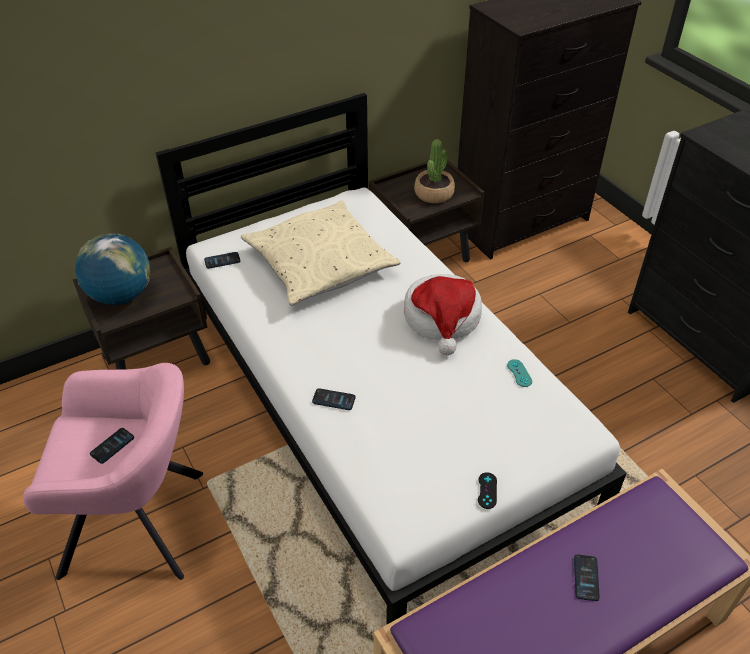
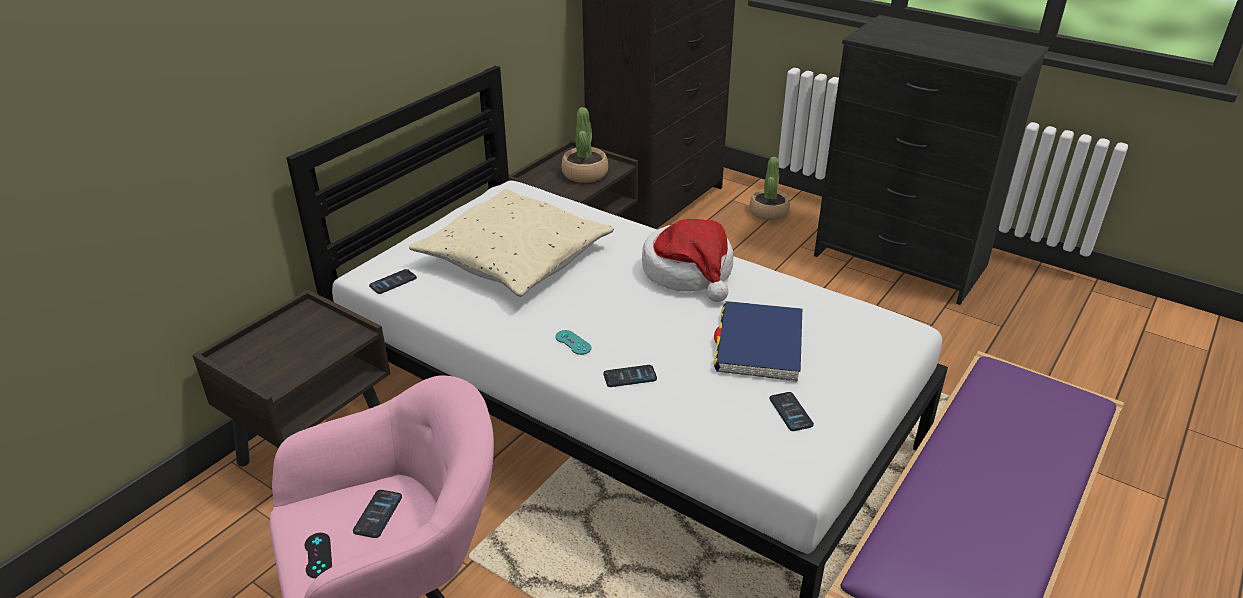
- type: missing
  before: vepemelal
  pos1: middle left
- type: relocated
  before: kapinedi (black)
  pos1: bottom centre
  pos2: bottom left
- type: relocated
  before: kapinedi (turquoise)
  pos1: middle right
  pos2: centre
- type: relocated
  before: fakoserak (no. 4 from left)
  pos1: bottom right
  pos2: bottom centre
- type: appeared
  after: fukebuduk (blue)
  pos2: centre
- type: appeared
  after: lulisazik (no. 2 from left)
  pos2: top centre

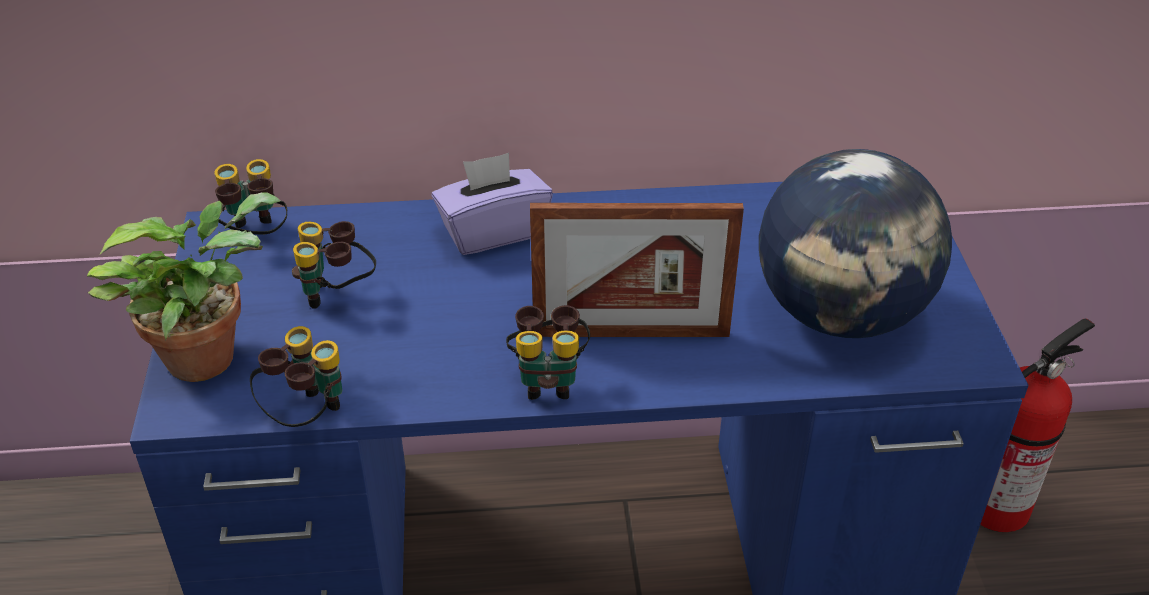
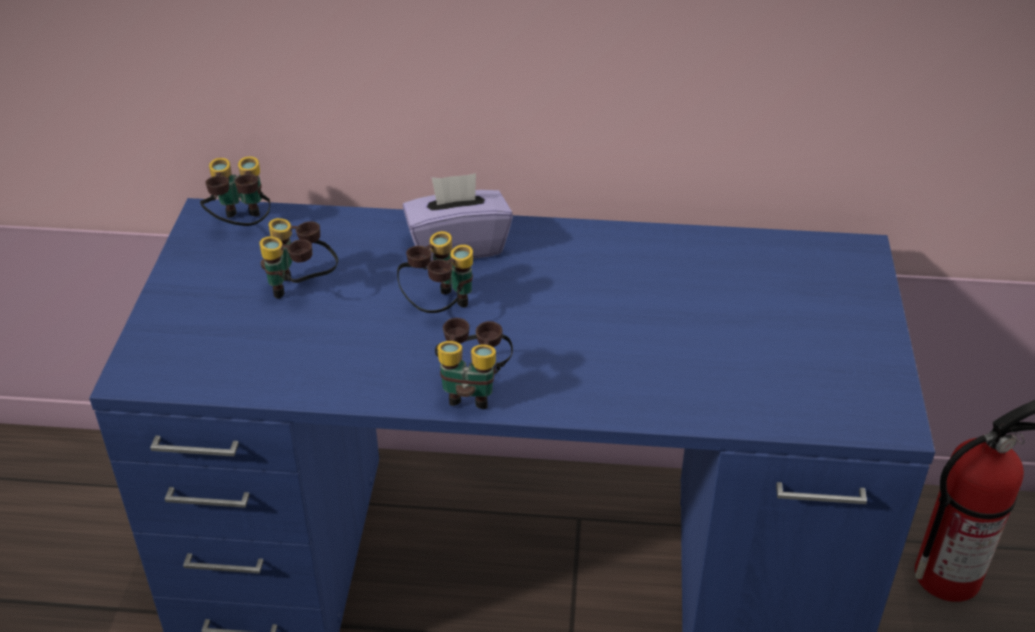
- type: missing
  before: lulisazik
  pos1: middle left
- type: relocated
  before: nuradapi (no. 2 from left in the first image)
  after: nuradapi (no. 3 from left)
  pos1: middle left
  pos2: centre
- type: missing
  before: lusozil
  pos1: centre
- type: missing
  before: vepemelal
  pos1: middle right

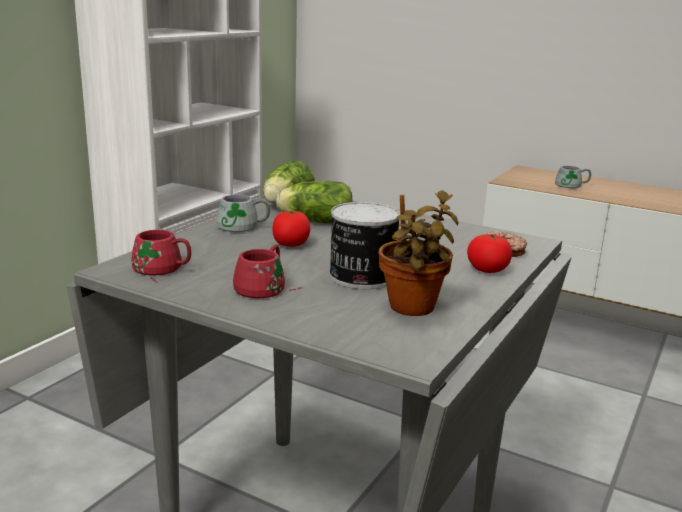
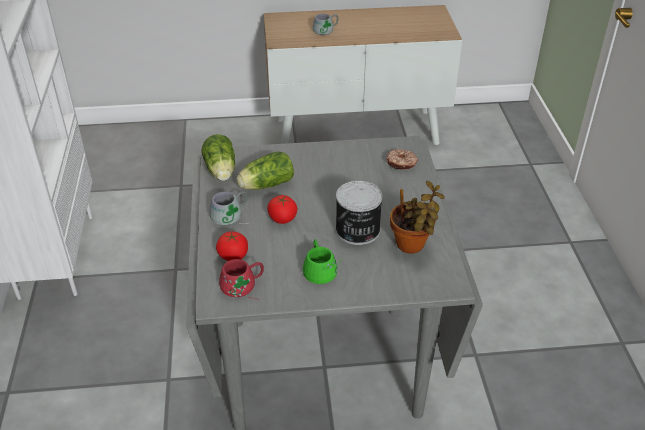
- type: colour
  before: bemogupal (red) (no. 2 from left)
  after: bemogupal (green)
  pos1: centre
  pos2: centre
- type: relocated
  before: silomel (no. 2 from left in the first image)
  after: silomel (no. 1 from left)
  pos1: middle right
  pos2: centre

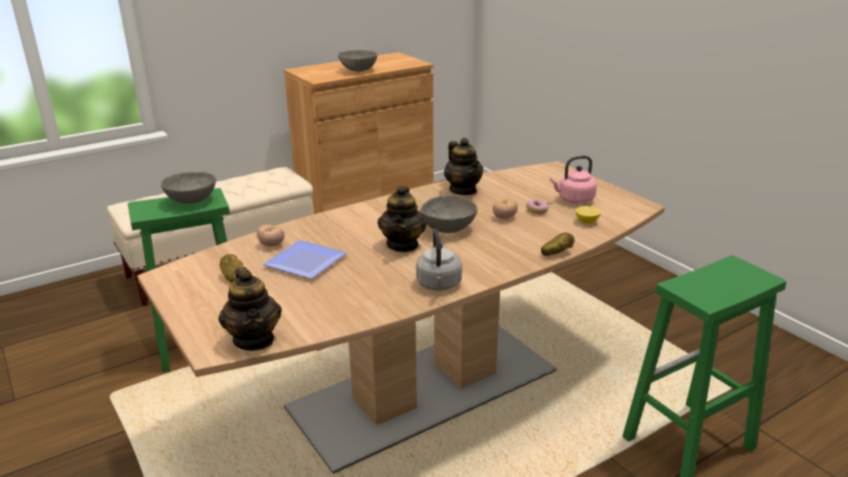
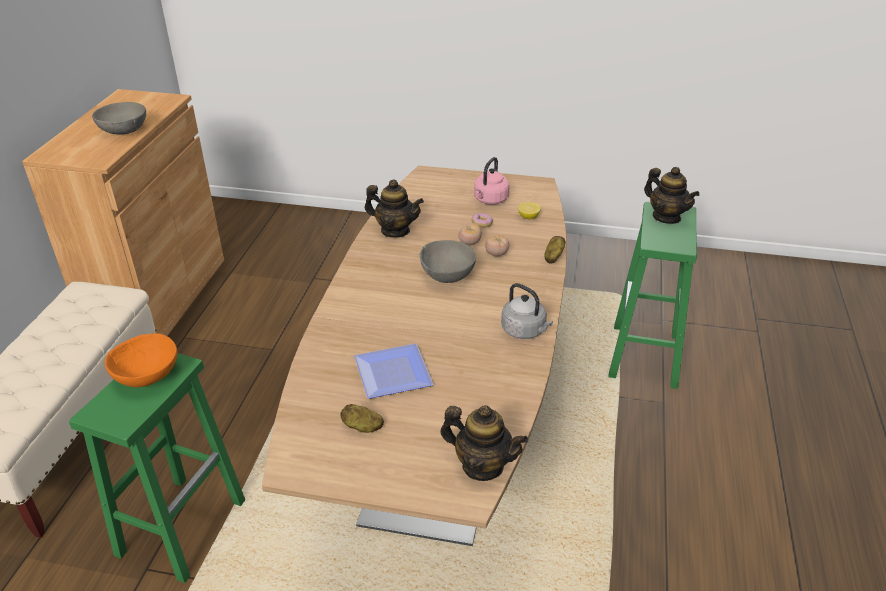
- type: colour
  before: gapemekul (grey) (no. 1 from left)
  after: gapemekul (orange)
  pos1: middle left
  pos2: middle left
- type: relocated
  before: silomel (no. 1 from left in the first image)
  after: silomel (no. 2 from left)
  pos1: middle left
  pos2: centre
- type: relocated
  before: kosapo (no. 2 from left in the first image)
  after: kosapo (no. 3 from left)
  pos1: centre
  pos2: top right

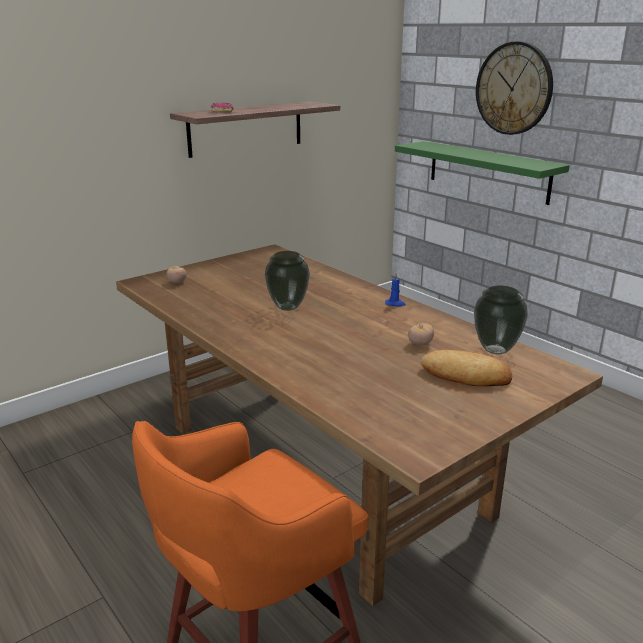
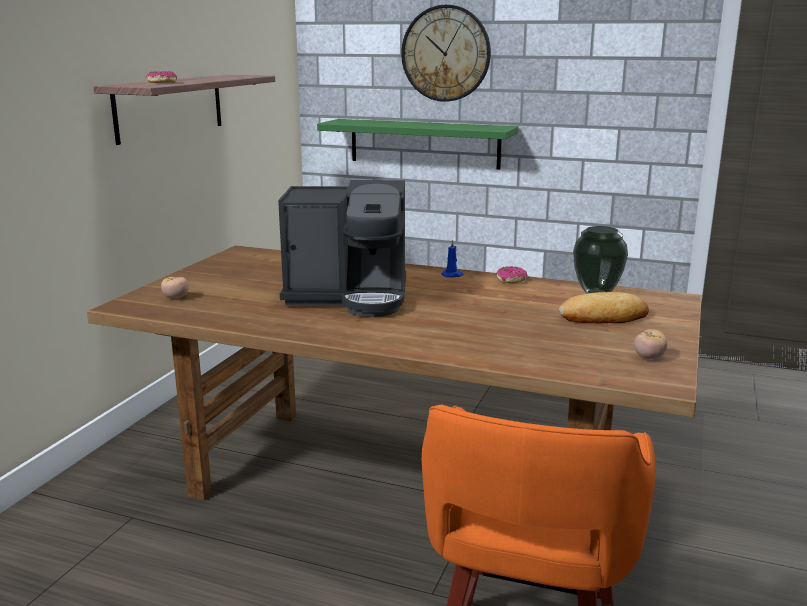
- type: exchanged
  before: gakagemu (no. 1 from left)
  after: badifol
  pos1: centre
  pos2: centre
- type: relocated
  before: silomel (no. 2 from left)
  pos1: centre
  pos2: middle right
- type: appeared
  after: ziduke (no. 2 from left)
  pos2: centre

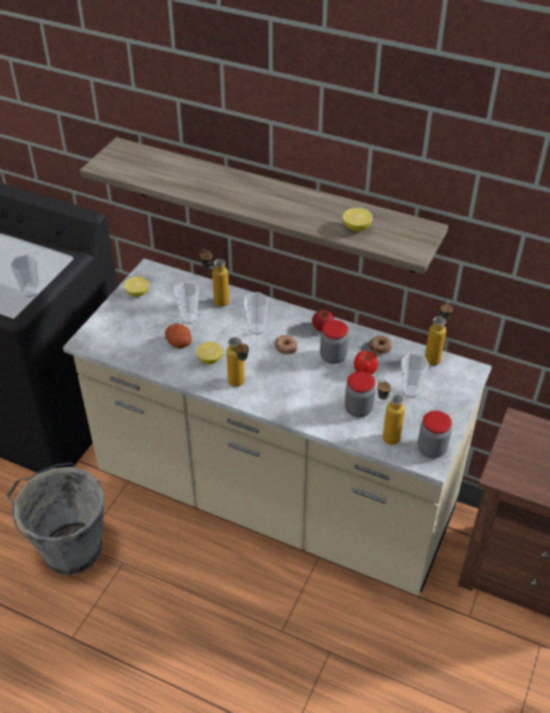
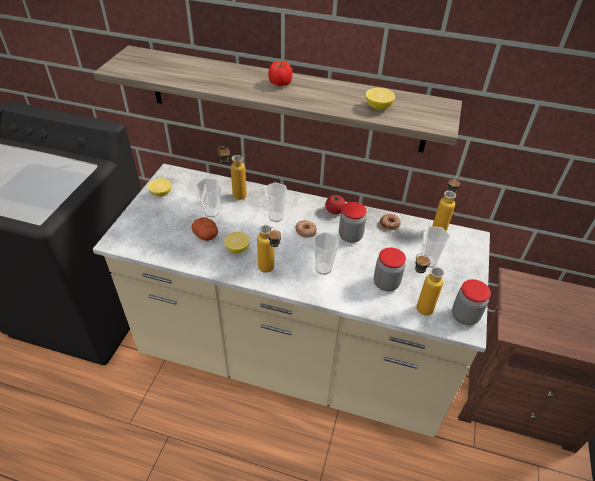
- type: missing
  before: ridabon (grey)
  pos1: bottom left
- type: relocated
  before: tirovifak (no. 1 from left in the first image)
  after: tirovifak (no. 3 from left)
  pos1: middle left
  pos2: centre
- type: relocated
  before: silomel (no. 2 from left in the first image)
  after: silomel (no. 1 from left)
  pos1: centre
  pos2: top centre

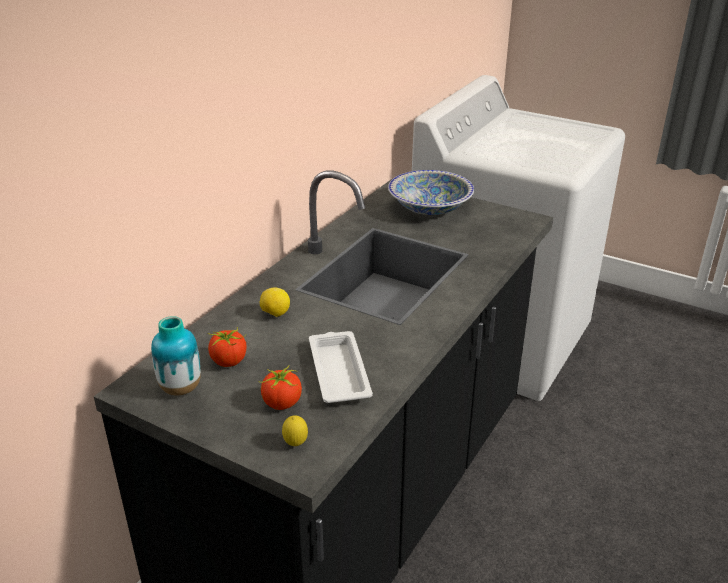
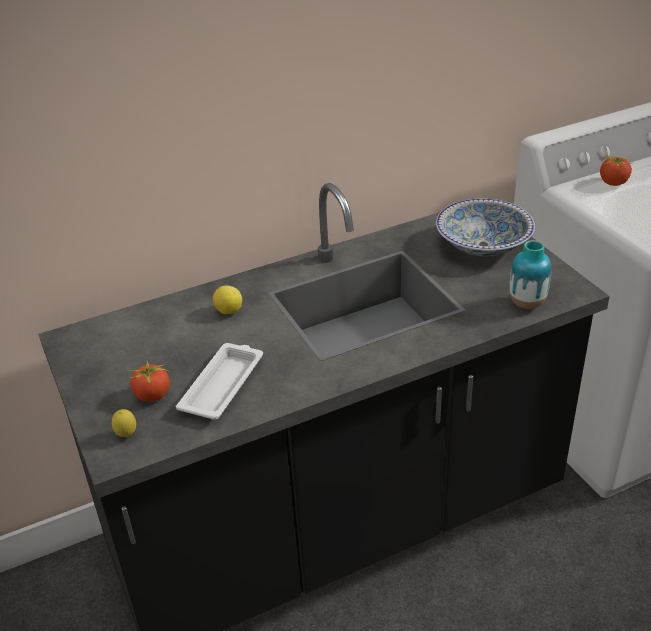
- type: relocated
  before: gakagemu
  pos1: middle left
  pos2: middle right
- type: relocated
  before: silomel (no. 1 from left in the first image)
  after: silomel (no. 2 from left)
  pos1: middle left
  pos2: top right

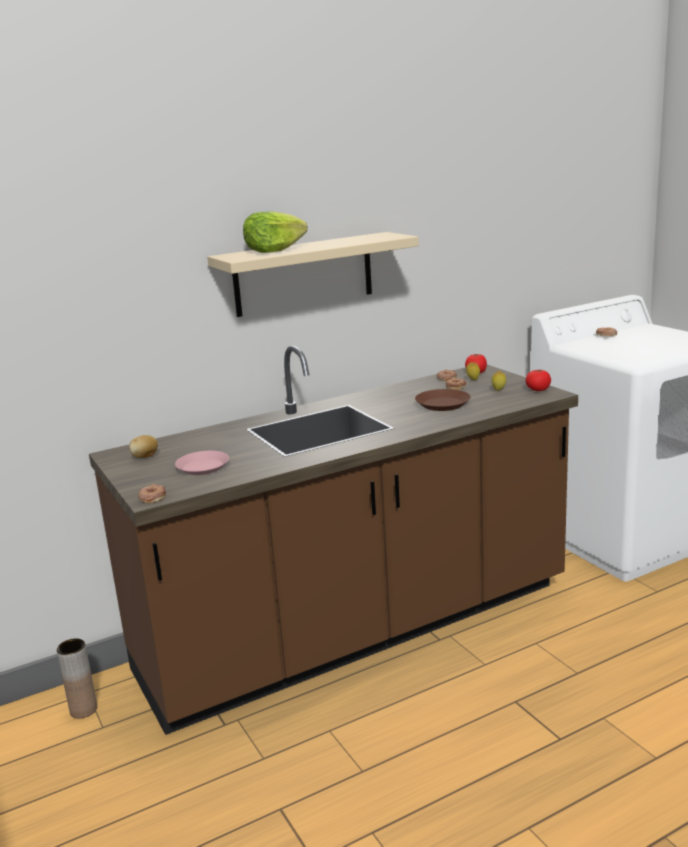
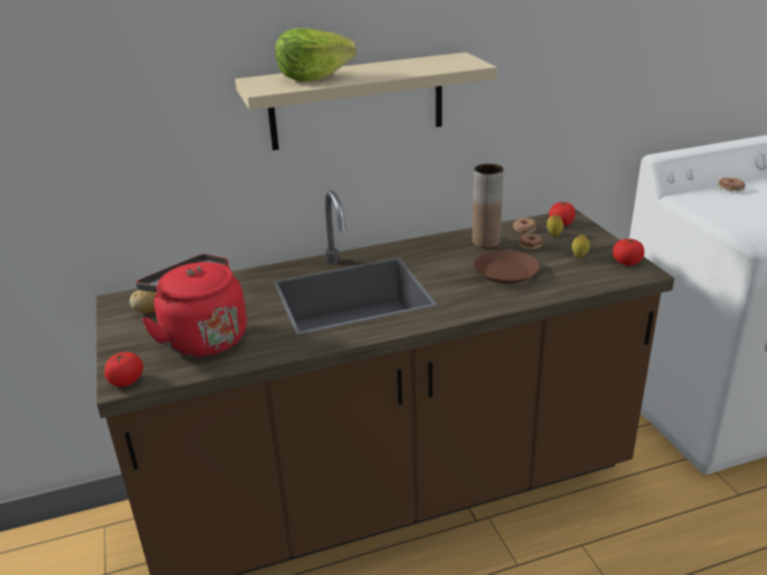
- type: relocated
  before: gakagemu (brown)
  pos1: bottom left
  pos2: centre
- type: exchanged
  before: ziduke (no. 1 from left)
  after: silomel (no. 1 from left)
  pos1: middle left
  pos2: middle left
- type: exchanged
  before: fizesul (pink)
  after: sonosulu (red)
  pos1: middle left
  pos2: middle left

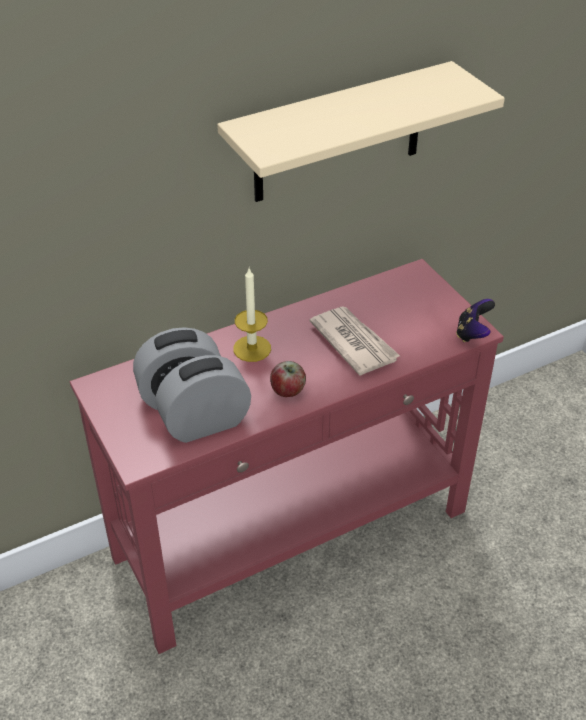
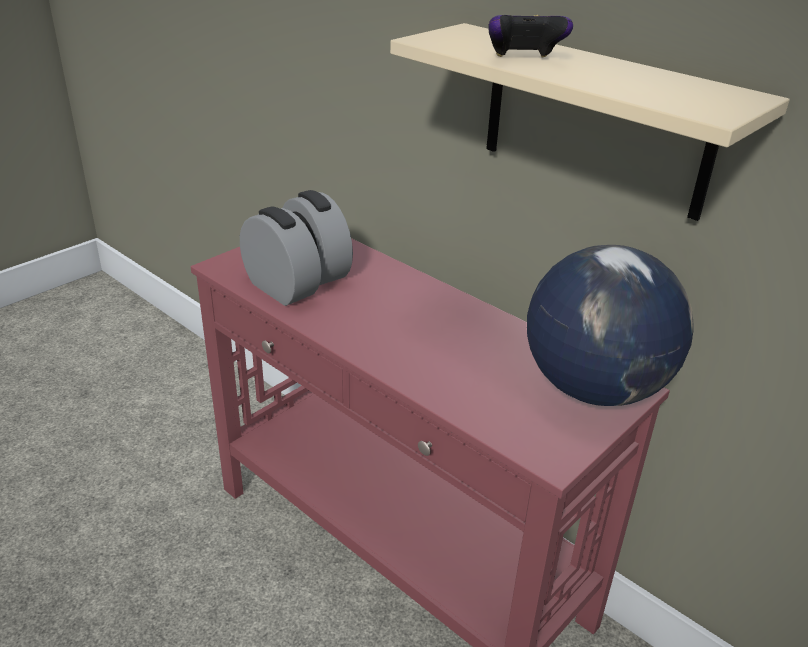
- type: missing
  before: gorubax
  pos1: centre
- type: missing
  before: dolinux
  pos1: centre
- type: missing
  before: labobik
  pos1: centre
- type: relocated
  before: kapinedi
  pos1: middle right
  pos2: top centre
- type: appeared
  after: vepemelal
  pos2: middle right

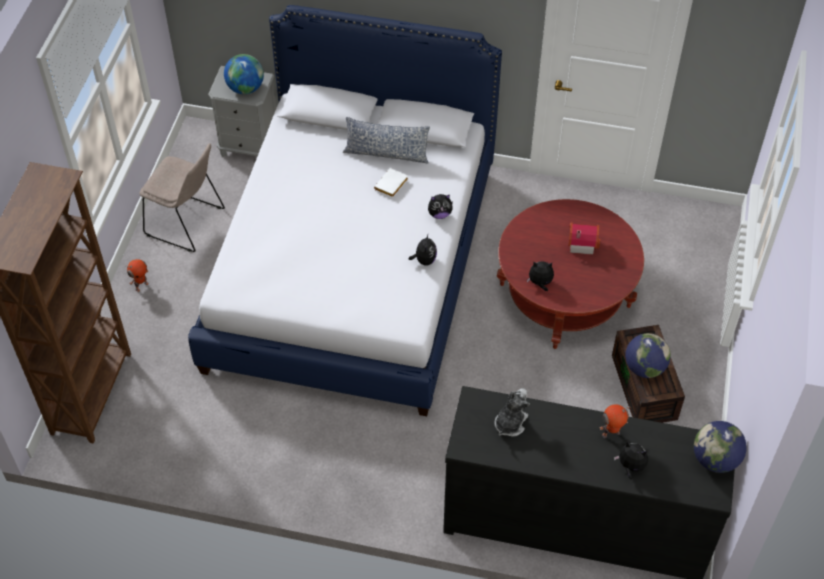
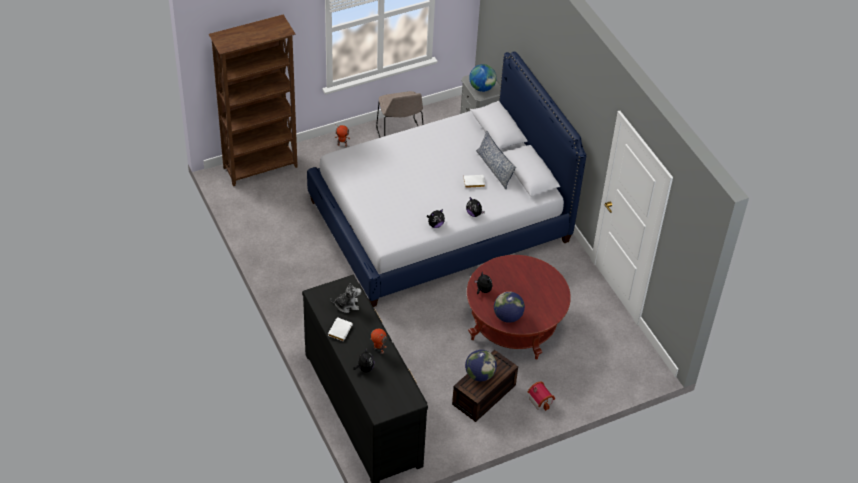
- type: relocated
  before: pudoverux
  pos1: middle right
  pos2: bottom centre
- type: relocated
  before: vepemelal (no. 3 from left)
  pos1: bottom right
  pos2: centre
- type: appeared
  after: fukebuduk (white) (no. 1 from left)
  pos2: bottom centre

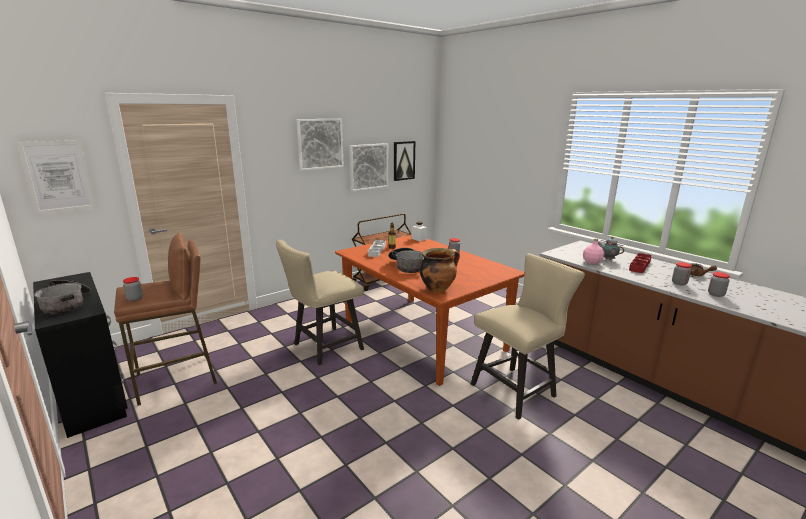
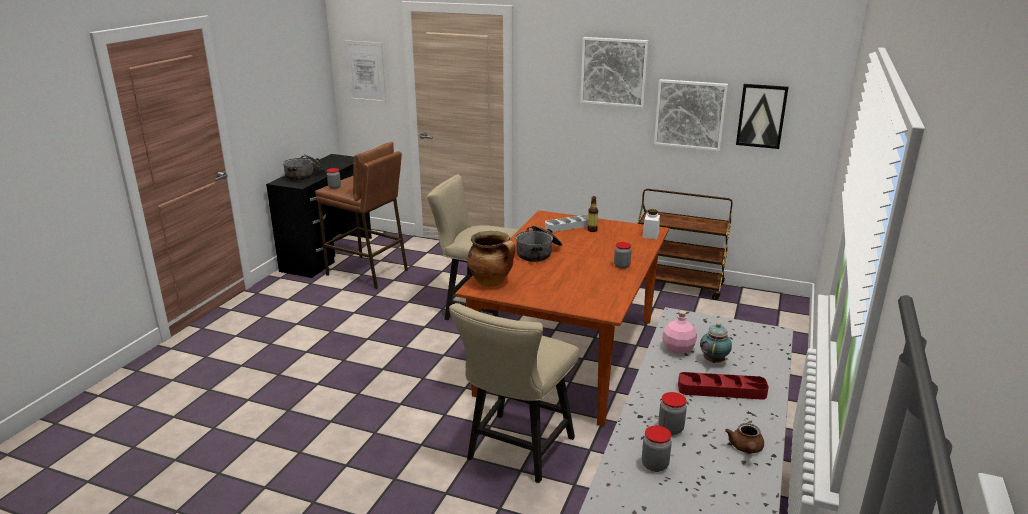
- type: spun
  before: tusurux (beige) (no. 2 from left)
  pos1: centre
  pos2: bottom centre
  turn: 90

